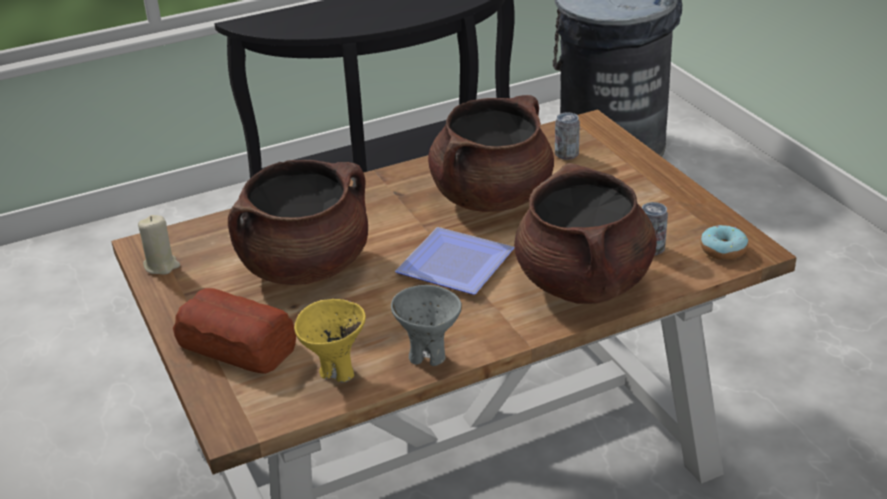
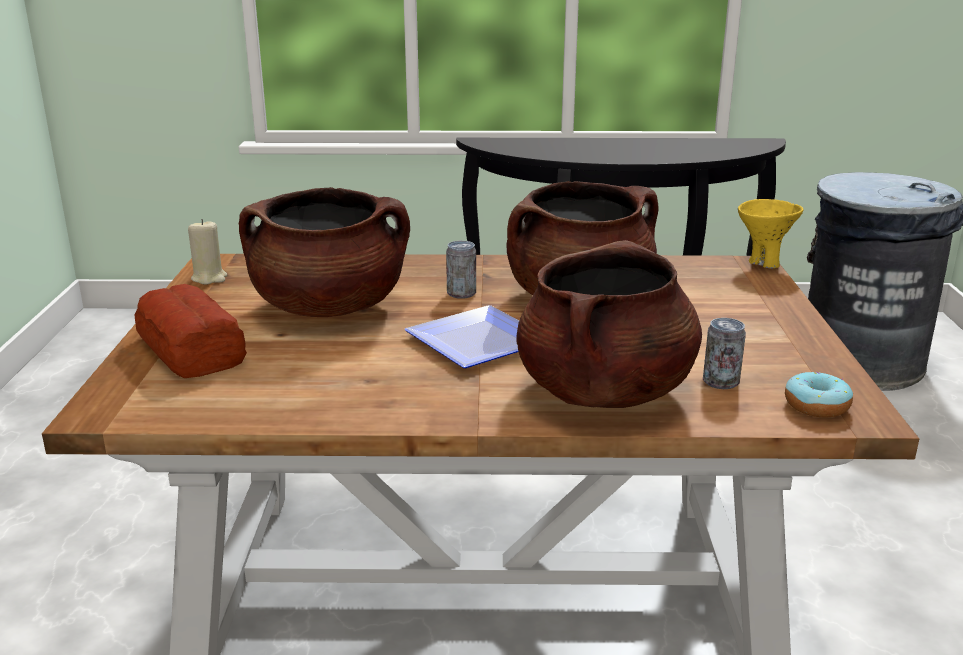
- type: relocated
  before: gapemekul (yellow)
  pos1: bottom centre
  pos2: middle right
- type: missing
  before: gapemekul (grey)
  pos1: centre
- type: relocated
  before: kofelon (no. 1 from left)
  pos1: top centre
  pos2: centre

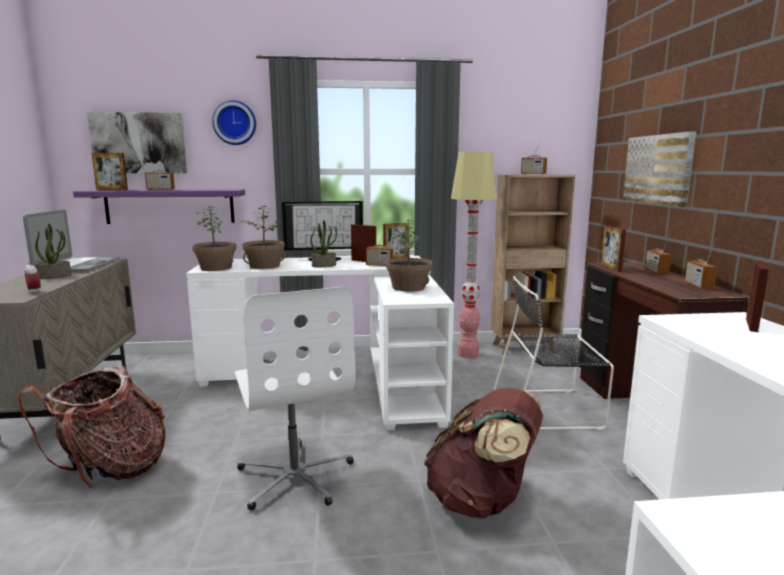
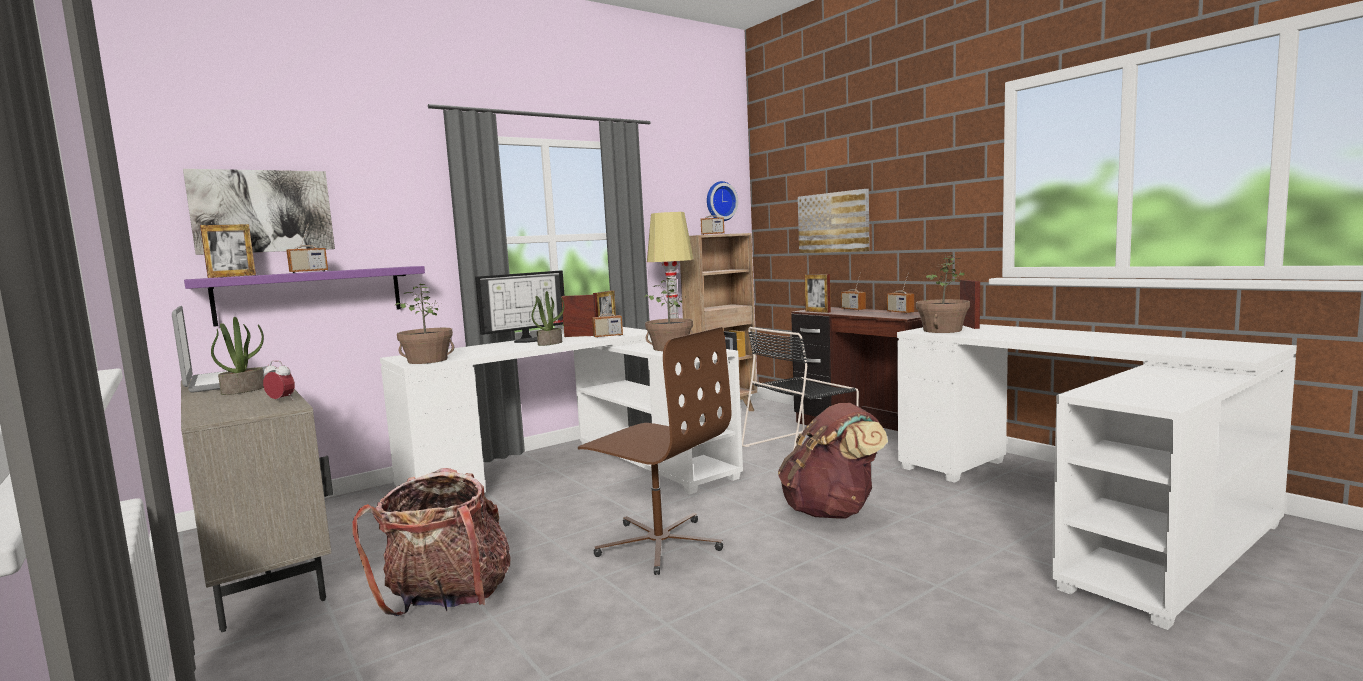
- type: relocated
  before: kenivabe
  pos1: top left
  pos2: top centre
- type: colour
  before: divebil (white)
  after: divebil (brown)
  pos1: bottom centre
  pos2: centre
- type: relocated
  before: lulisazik (no. 3 from left in the first image)
  after: lulisazik (no. 5 from left)
  pos1: centre
  pos2: middle right

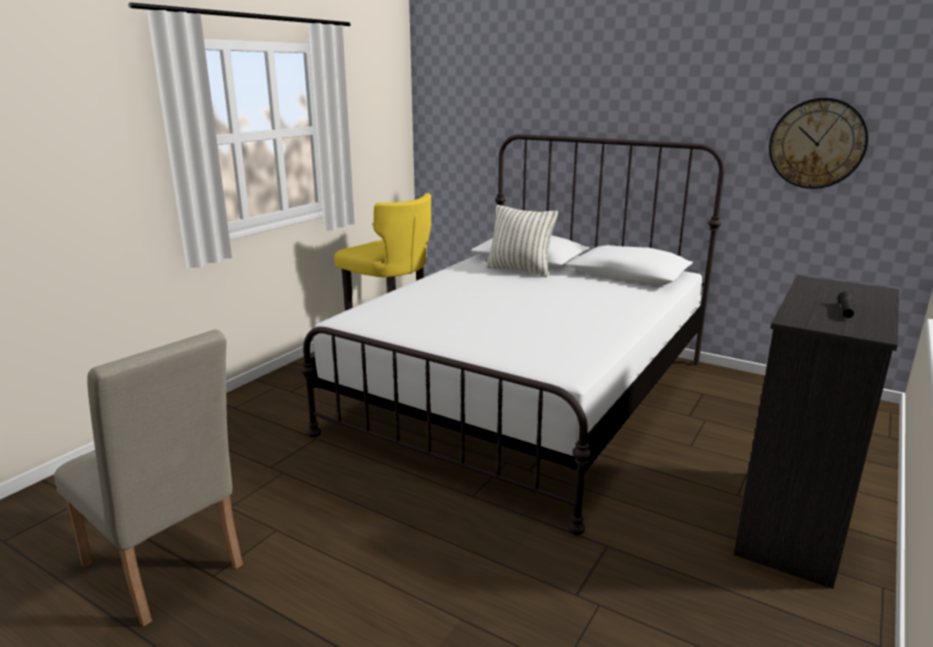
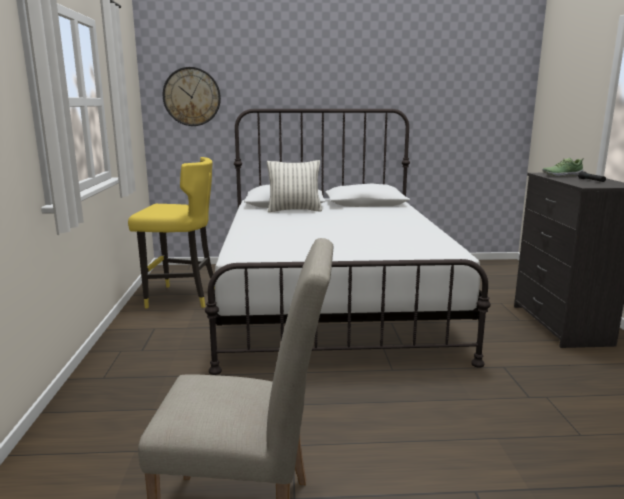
- type: relocated
  before: kenivabe
  pos1: top right
  pos2: top left
- type: appeared
  after: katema
  pos2: middle right

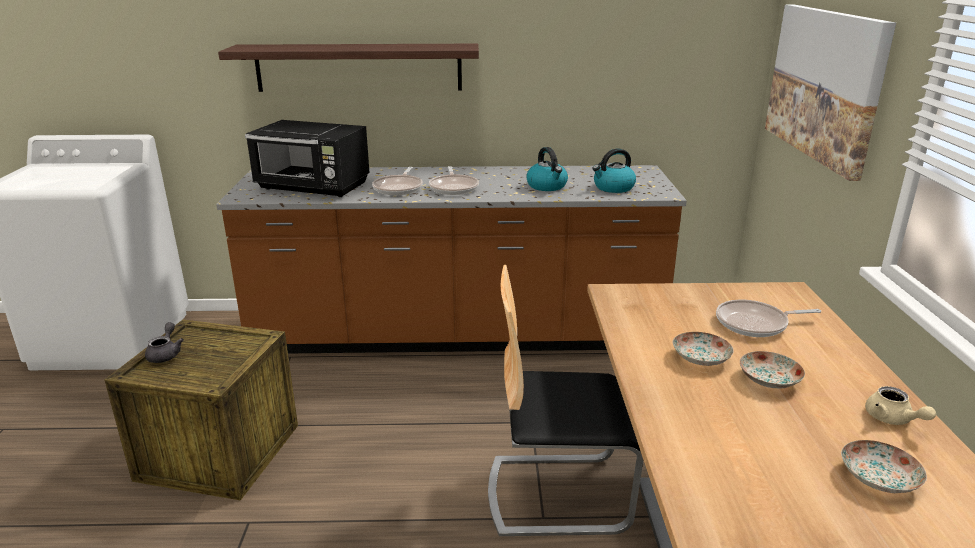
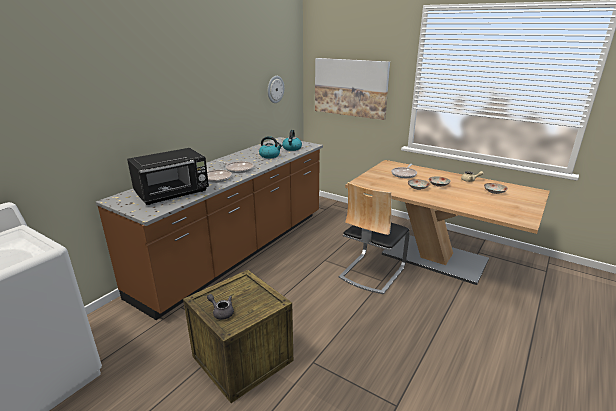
- type: missing
  before: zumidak
  pos1: top centre
- type: appeared
  after: kenivabe
  pos2: top centre

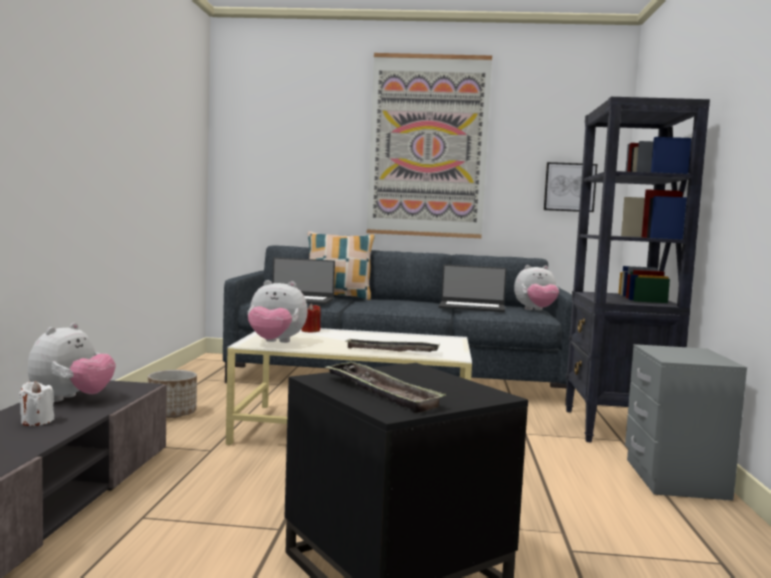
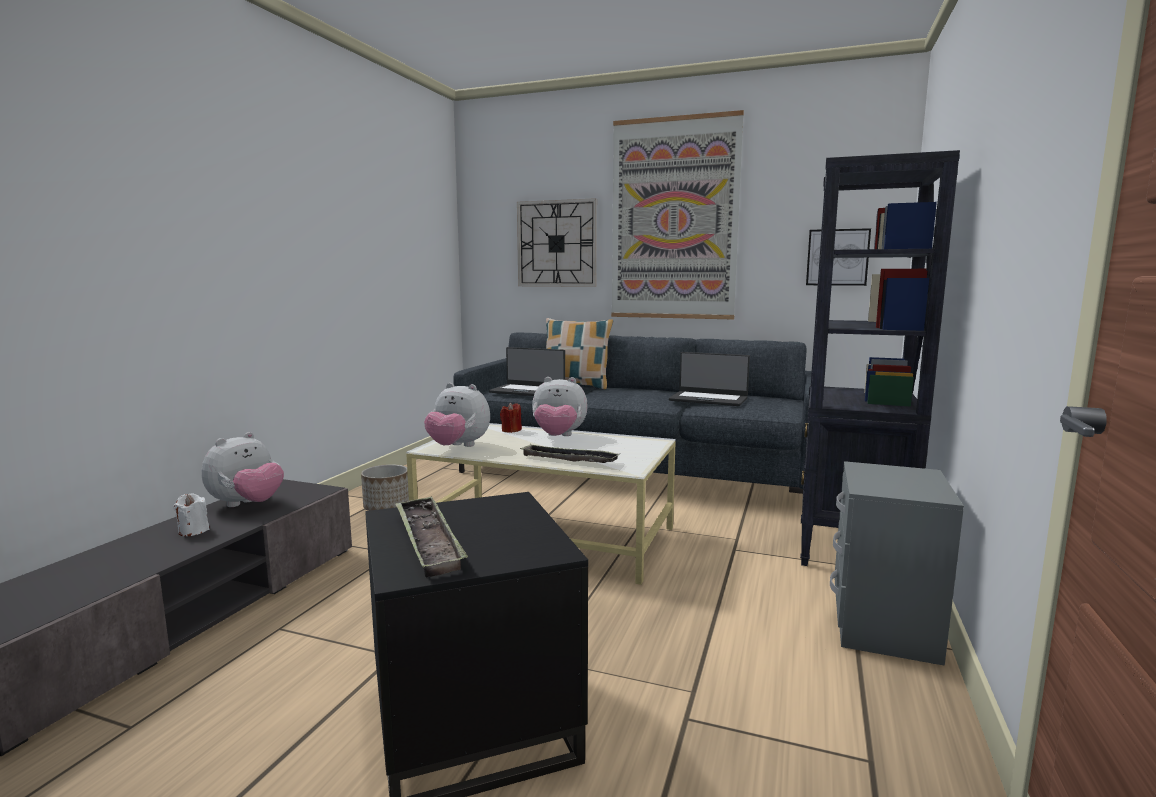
- type: relocated
  before: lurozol (no. 3 from left)
  pos1: middle right
  pos2: centre
- type: appeared
  after: kenivabe
  pos2: top centre

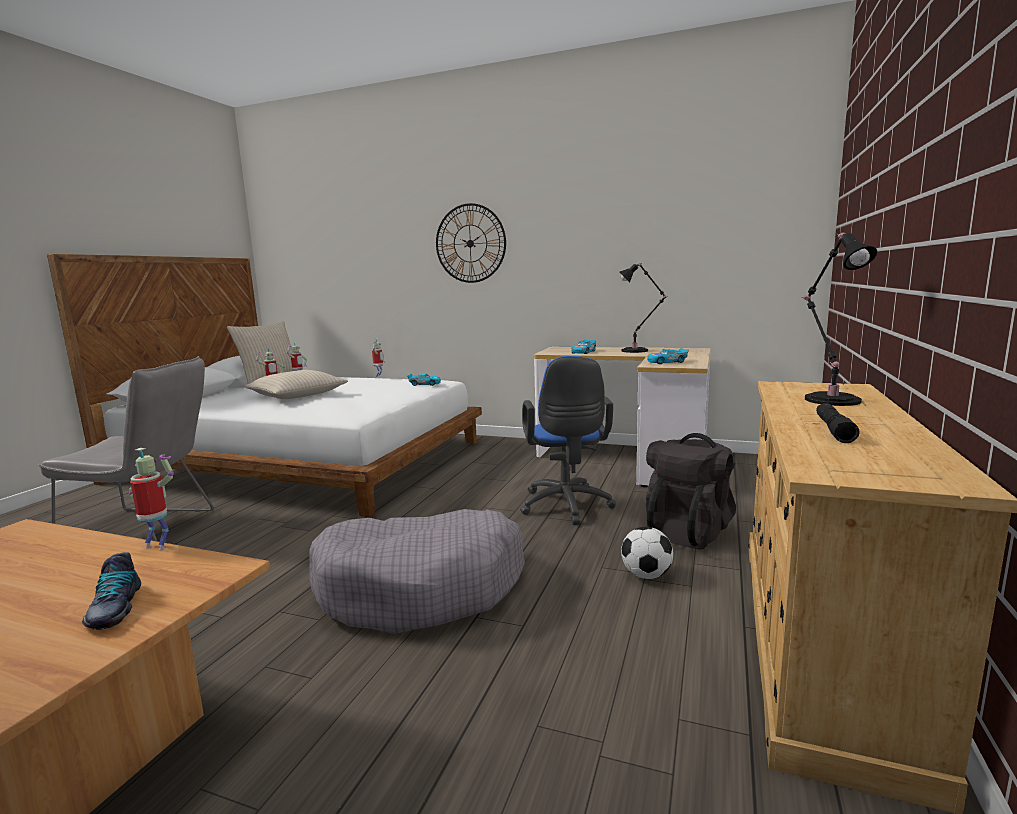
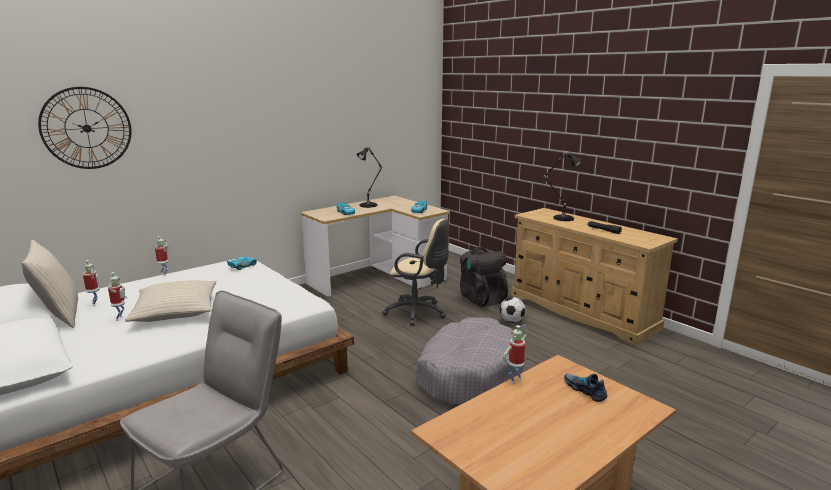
- type: spun
  before: katema
  pos1: bottom left
  pos2: bottom right
  turn: -135
- type: relocated
  before: kenivabe
  pos1: top centre
  pos2: top left
- type: colour
  before: divebil (blue)
  after: divebil (beige)
  pos1: centre
  pos2: centre

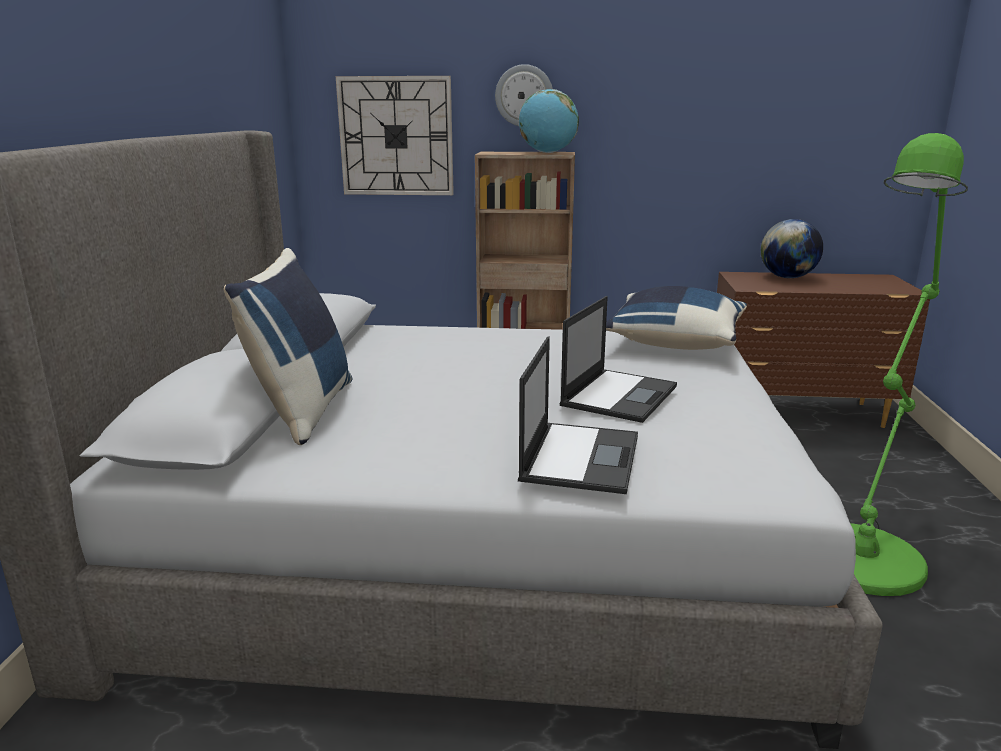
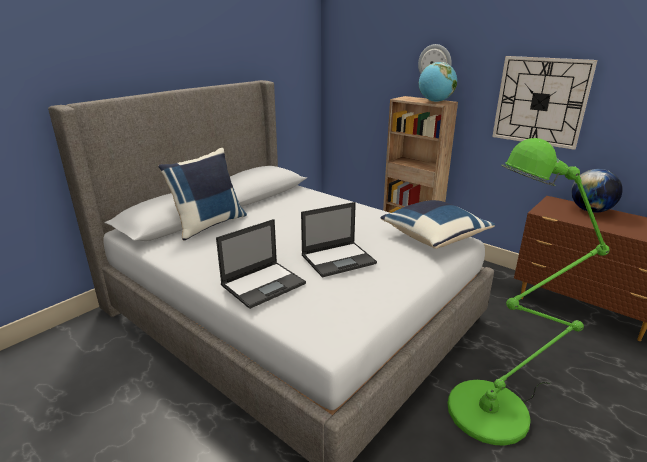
- type: relocated
  before: kenivabe (no. 1 from left in the first image)
  after: kenivabe (no. 2 from left)
  pos1: top centre
  pos2: top right

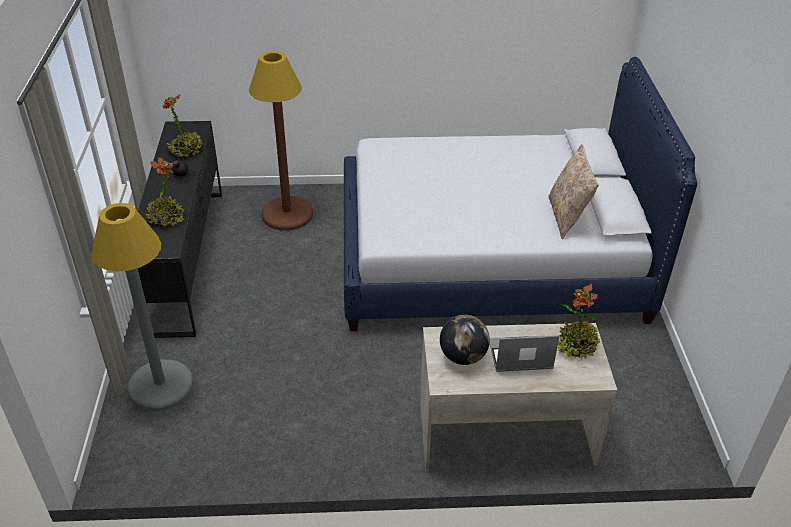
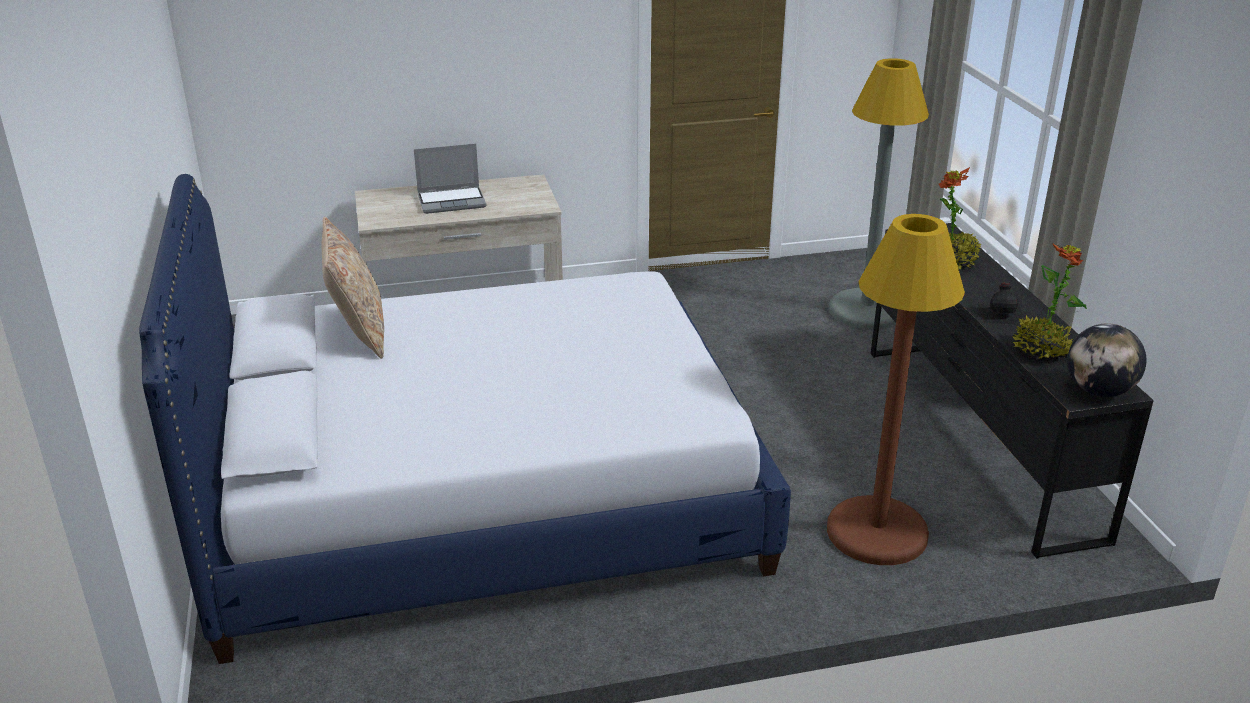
- type: relocated
  before: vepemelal
  pos1: centre
  pos2: middle right
- type: missing
  before: lulisazik (no. 3 from left)
  pos1: middle right

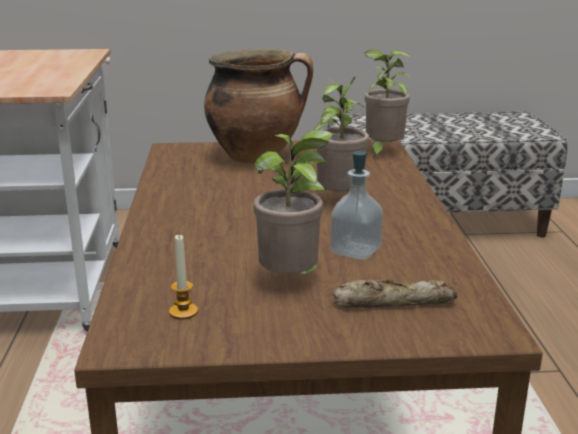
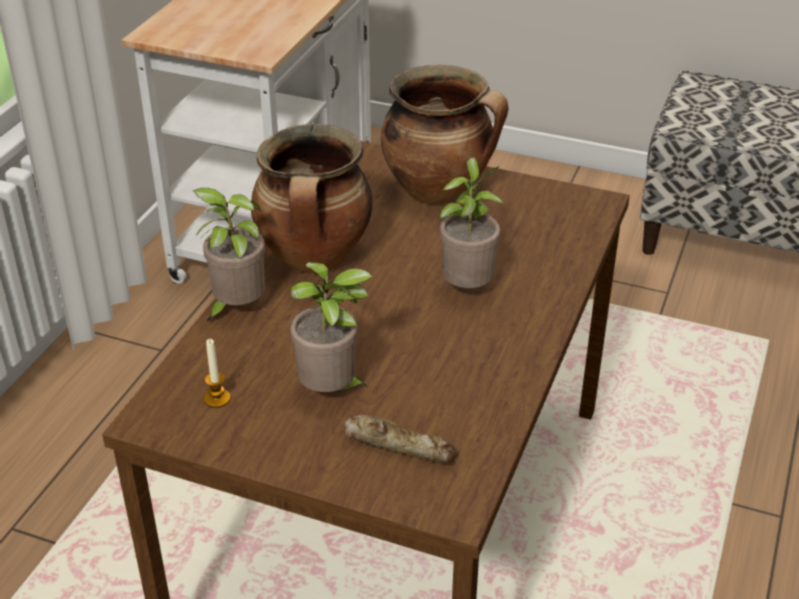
- type: missing
  before: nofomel
  pos1: centre
- type: relocated
  before: lulisazik (no. 3 from left in the first image)
  after: lulisazik (no. 1 from left)
  pos1: top right
  pos2: middle left
- type: appeared
  after: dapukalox (no. 1 from left)
  pos2: top centre

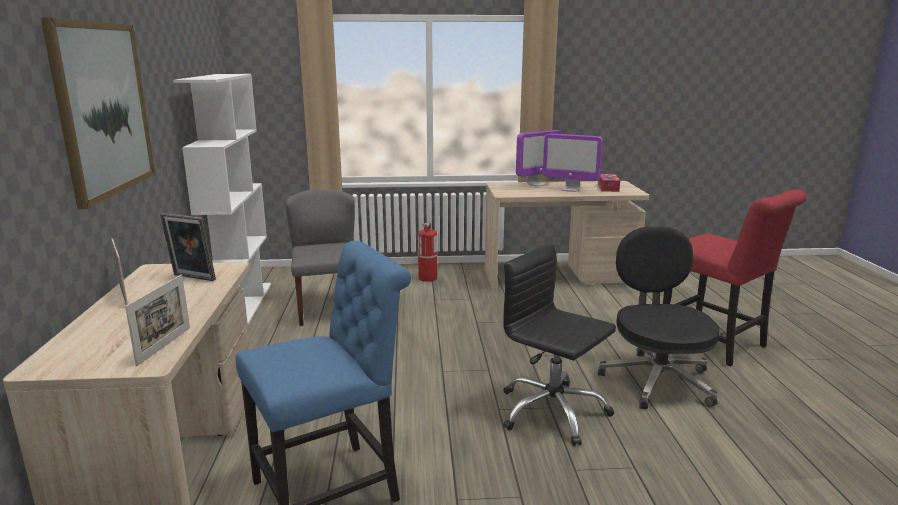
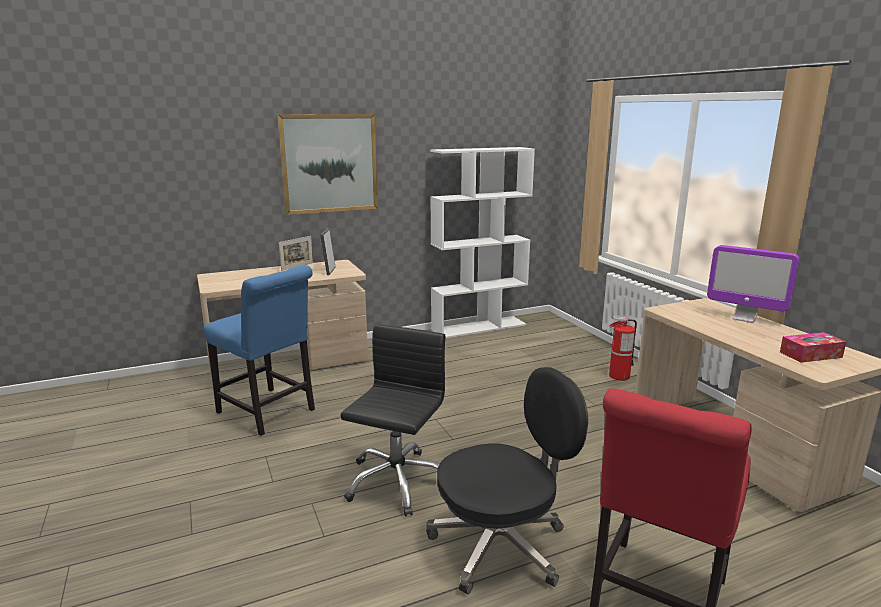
- type: missing
  before: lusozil (no. 2 from left)
  pos1: middle left
- type: missing
  before: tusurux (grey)
  pos1: centre
- type: missing
  before: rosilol (no. 2 from left)
  pos1: top centre

